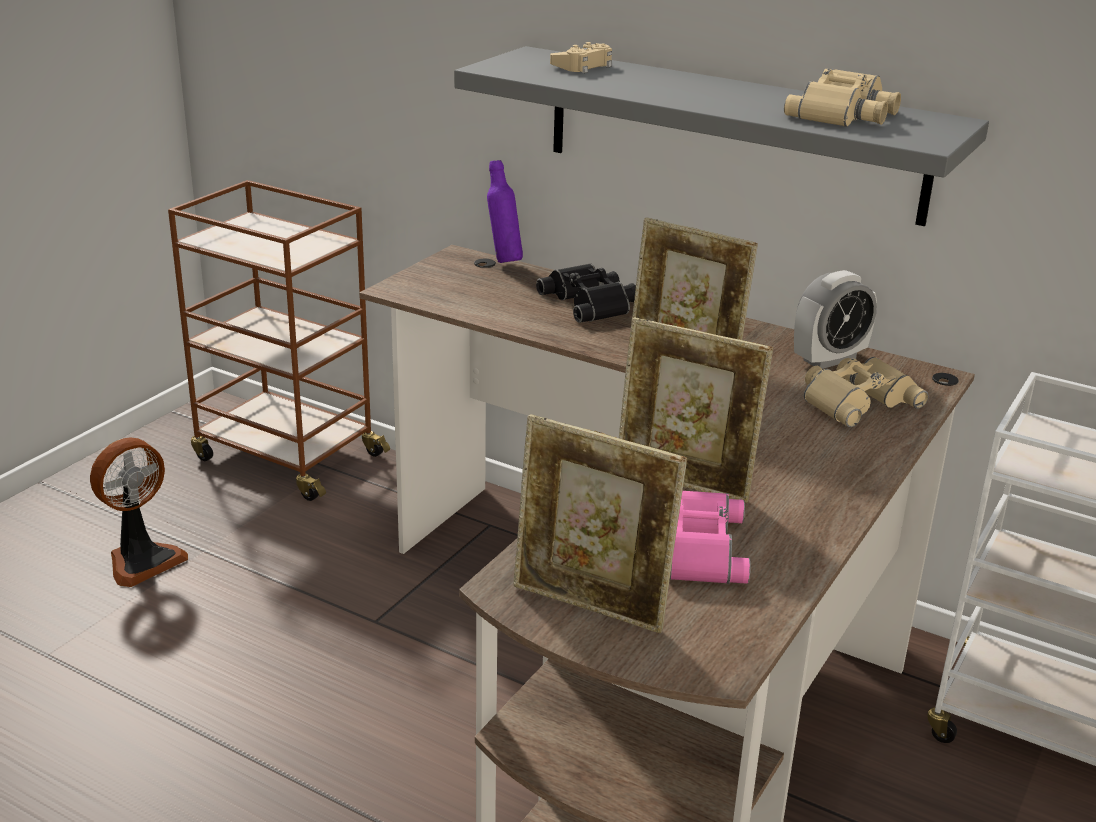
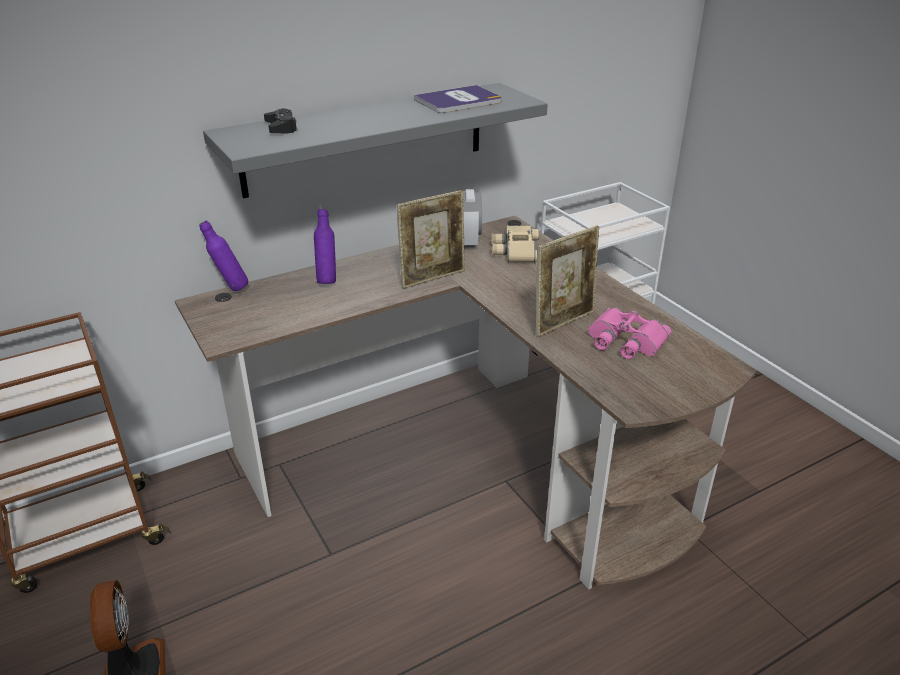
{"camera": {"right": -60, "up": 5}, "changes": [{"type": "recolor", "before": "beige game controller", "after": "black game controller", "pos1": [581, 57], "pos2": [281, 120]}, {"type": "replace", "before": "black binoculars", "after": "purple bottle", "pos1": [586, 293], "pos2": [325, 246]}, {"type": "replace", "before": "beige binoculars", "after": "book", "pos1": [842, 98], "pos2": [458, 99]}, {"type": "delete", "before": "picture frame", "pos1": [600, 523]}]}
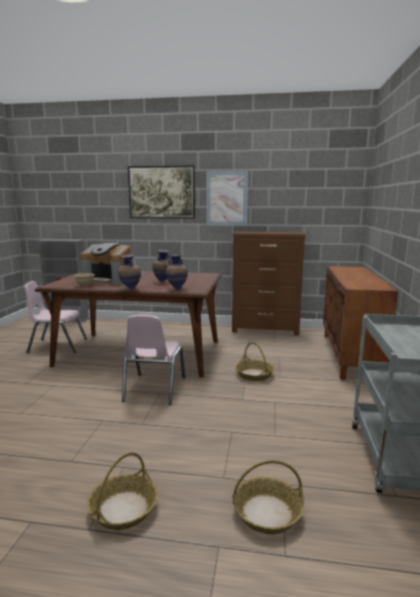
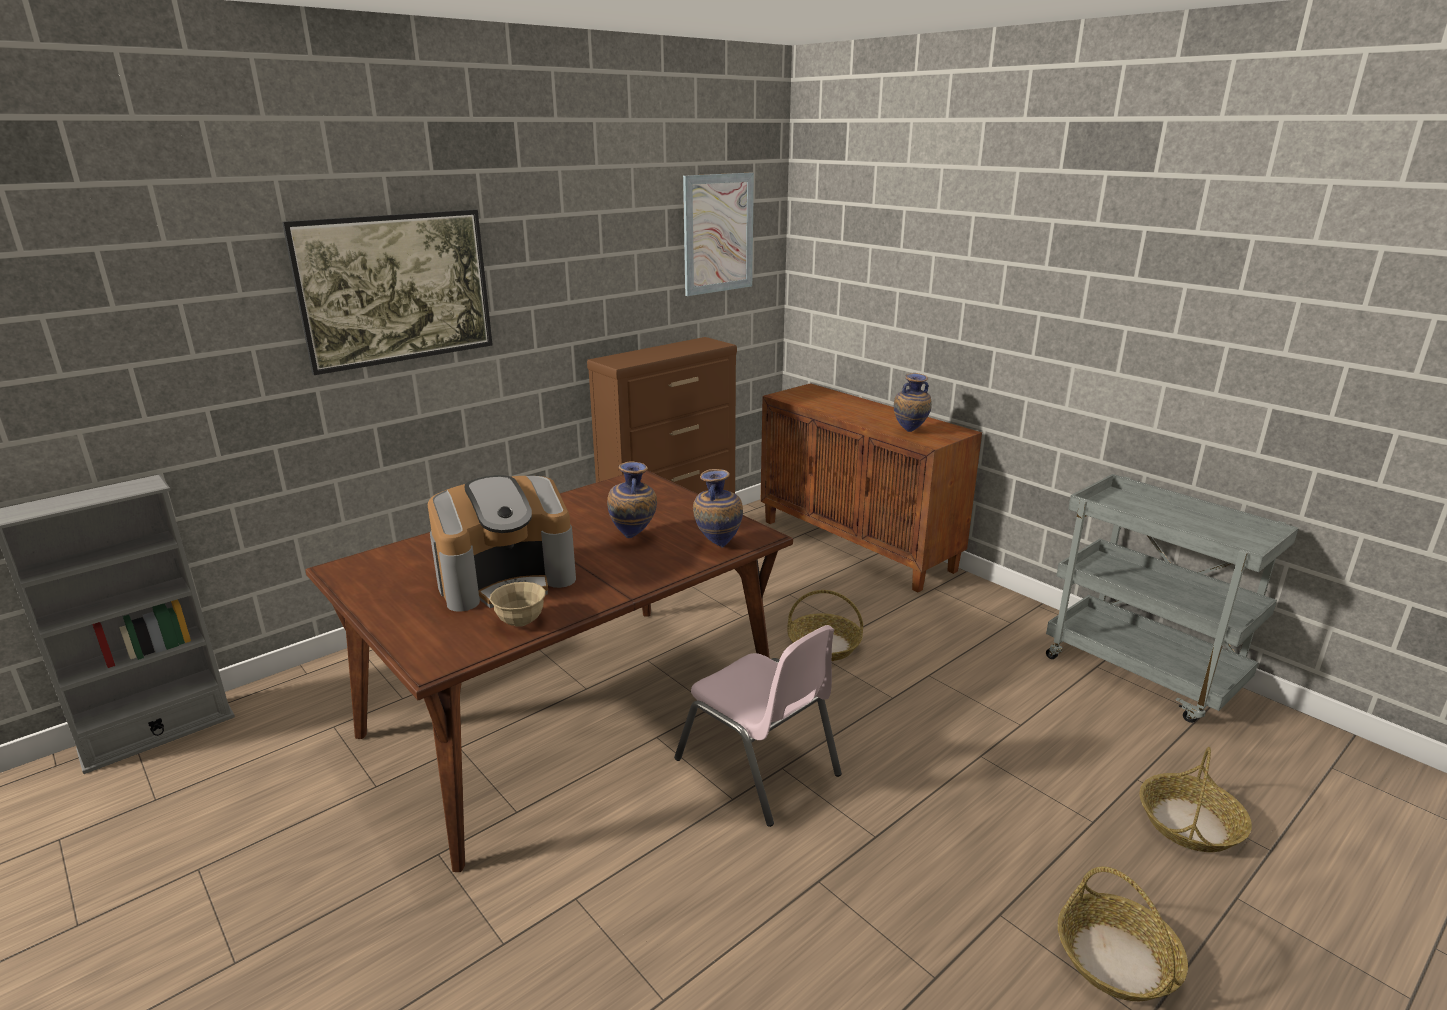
{"camera": {"right": -50, "up": 10}, "changes": [{"type": "move", "before": "picture", "pos1": [227, 198], "pos2": [718, 234]}, {"type": "move", "before": "vase", "pos1": [129, 272], "pos2": [913, 402]}, {"type": "delete", "before": "pink chair", "pos1": [55, 317]}]}
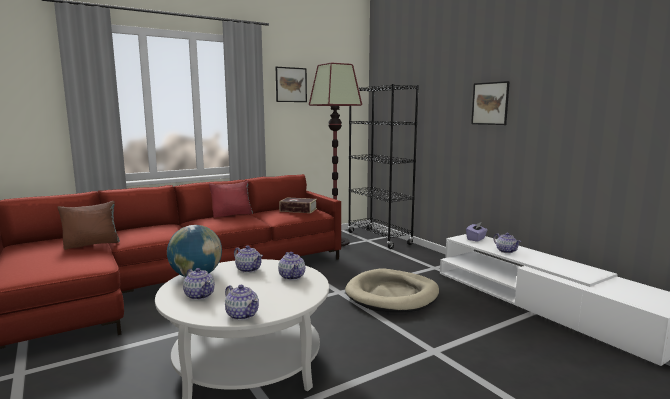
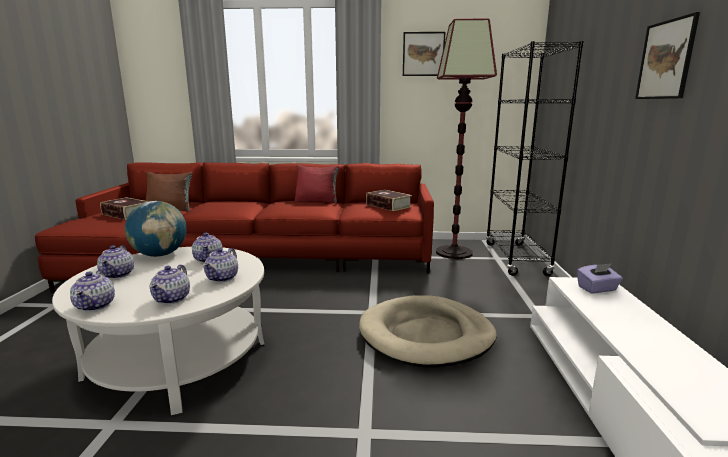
{"camera": {"right": 35, "up": 5}, "changes": [{"type": "insert", "after": "book", "pos2": [124, 208]}, {"type": "move", "before": "teapot", "pos1": [507, 243], "pos2": [169, 284]}]}
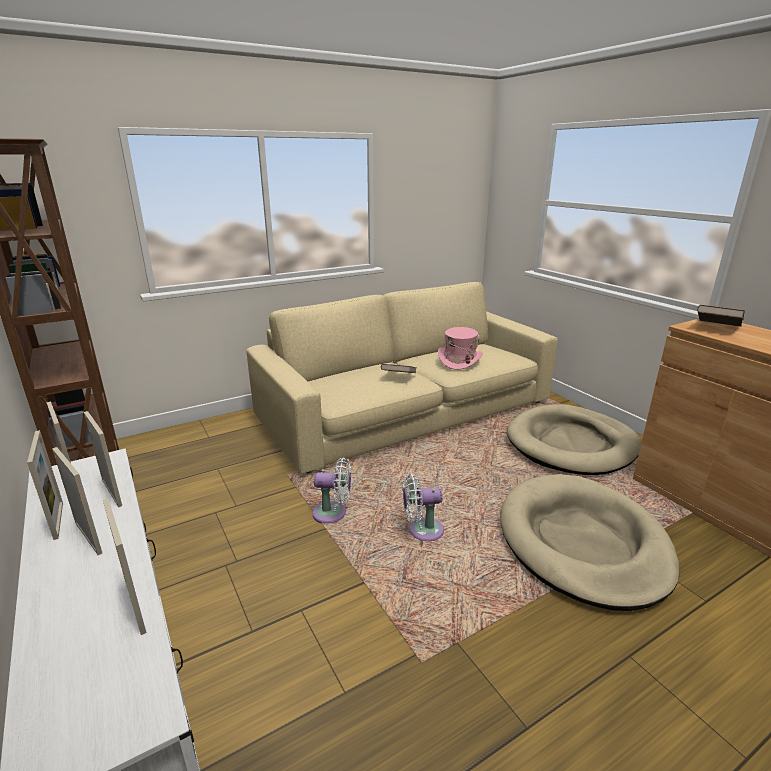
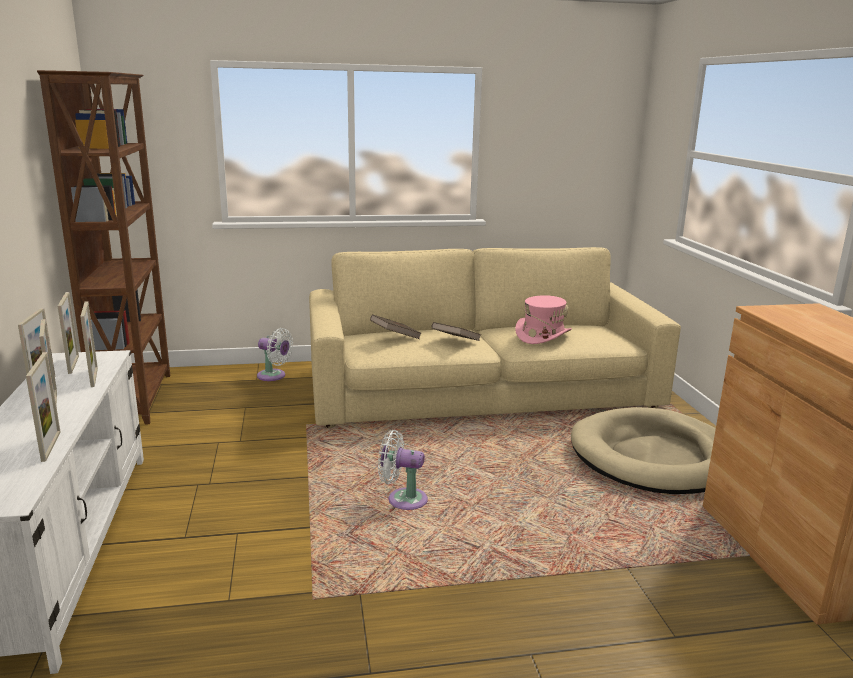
{"camera": {"right": 20, "up": -5}, "changes": [{"type": "move", "before": "white fan", "pos1": [332, 490], "pos2": [275, 354]}, {"type": "move", "before": "brown book", "pos1": [721, 316], "pos2": [396, 326]}, {"type": "delete", "before": "beige dog bed", "pos1": [589, 542]}]}
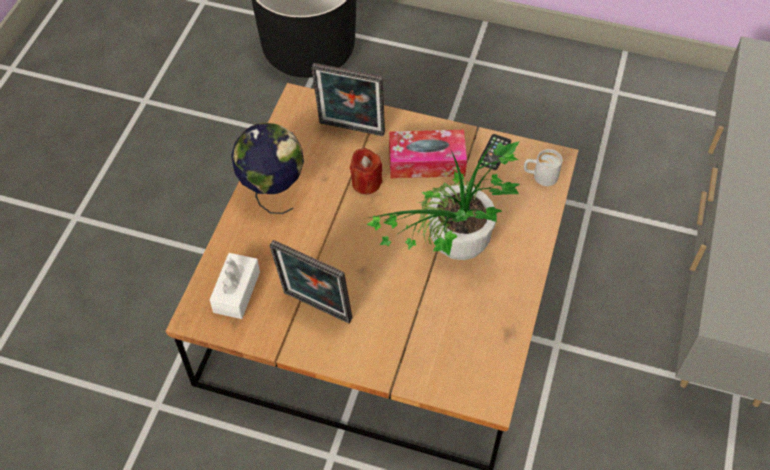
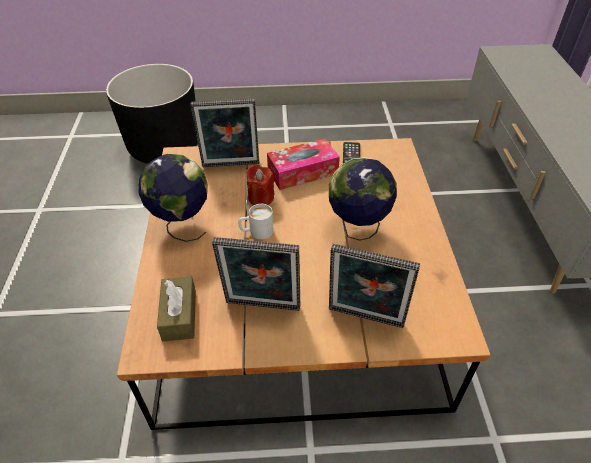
{"camera": {"right": -20, "up": -10}, "changes": [{"type": "recolor", "before": "white tissue box", "after": "brown tissue box", "pos1": [235, 286], "pos2": [176, 309]}, {"type": "move", "before": "white mug", "pos1": [543, 167], "pos2": [255, 221]}, {"type": "replace", "before": "potted plant", "after": "globe", "pos1": [443, 200], "pos2": [363, 199]}, {"type": "insert", "after": "picture frame", "pos2": [374, 286]}]}
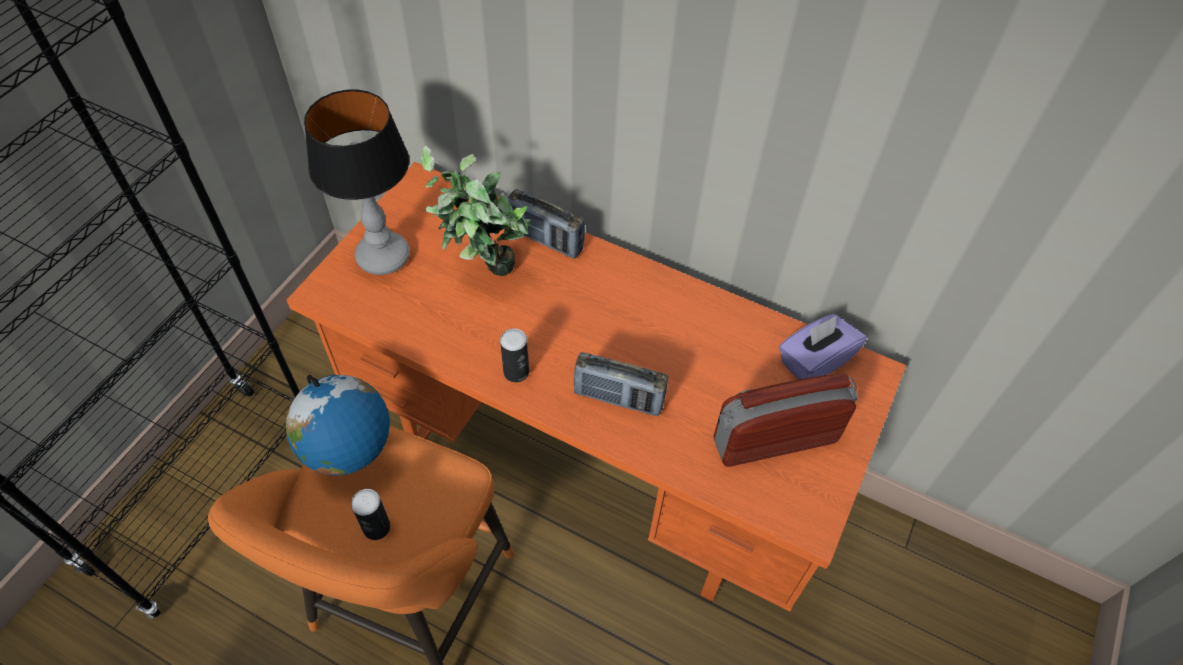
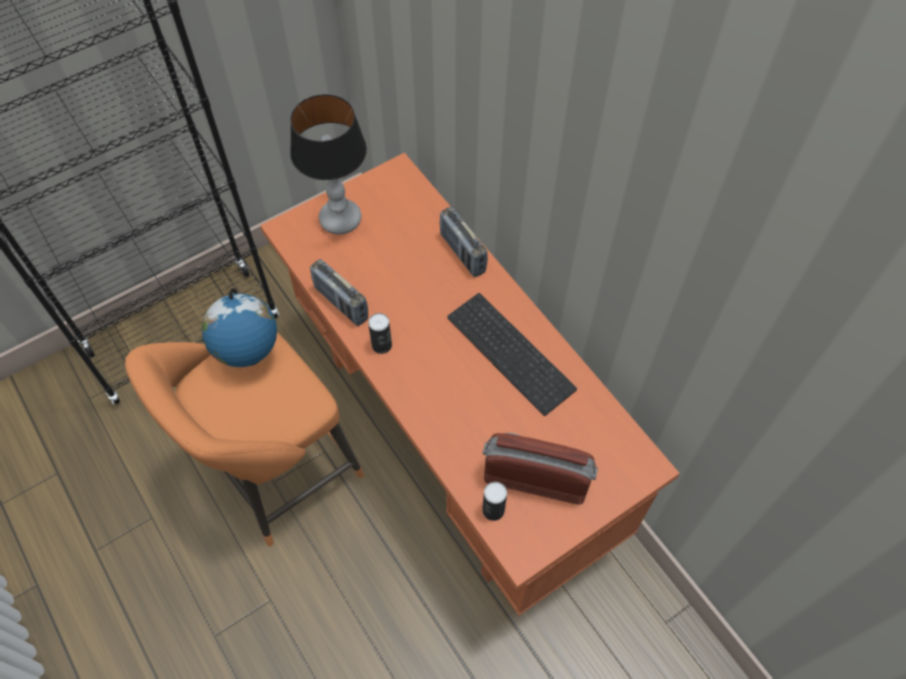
{"camera": {"right": 30, "up": 5}, "changes": [{"type": "move", "before": "radio", "pos1": [621, 384], "pos2": [339, 292]}, {"type": "insert", "after": "keyboard", "pos2": [512, 354]}, {"type": "move", "before": "can", "pos1": [370, 514], "pos2": [494, 501]}, {"type": "delete", "before": "potted plant", "pos1": [476, 211]}, {"type": "delete", "before": "purple tissue box", "pos1": [823, 347]}]}
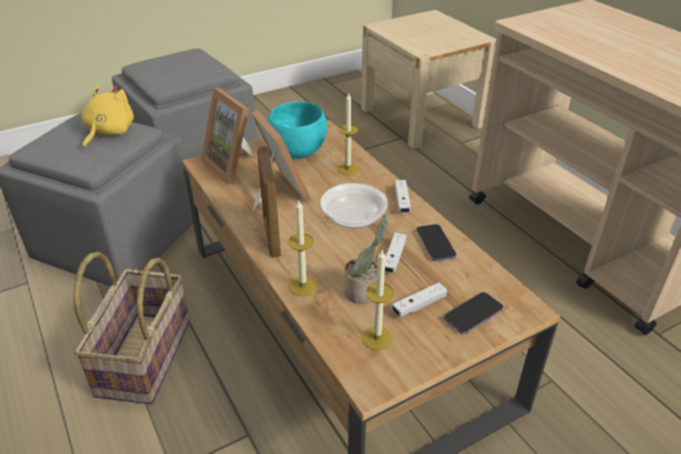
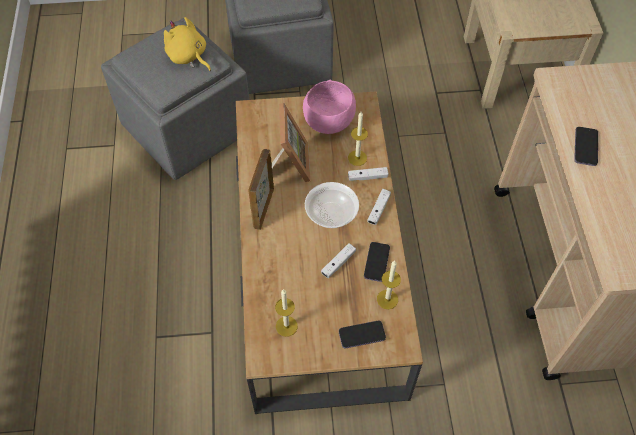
{"camera": {"right": 25, "up": 20}, "changes": [{"type": "rotate", "before": "yellow plush toy", "pos1": [108, 117], "pos2": [187, 44], "turn": -90}, {"type": "recolor", "before": "turquoise bowl", "after": "pink bowl", "pos1": [297, 130], "pos2": [329, 107]}, {"type": "move", "before": "white game controller", "pos1": [419, 300], "pos2": [368, 174]}, {"type": "move", "before": "candle", "pos1": [302, 248], "pos2": [389, 285]}, {"type": "insert", "after": "phone", "pos2": [586, 146]}, {"type": "delete", "before": "basket", "pos1": [131, 328]}, {"type": "delete", "before": "picture frame", "pos1": [227, 136]}, {"type": "delete", "before": "potted plant", "pos1": [366, 259]}]}
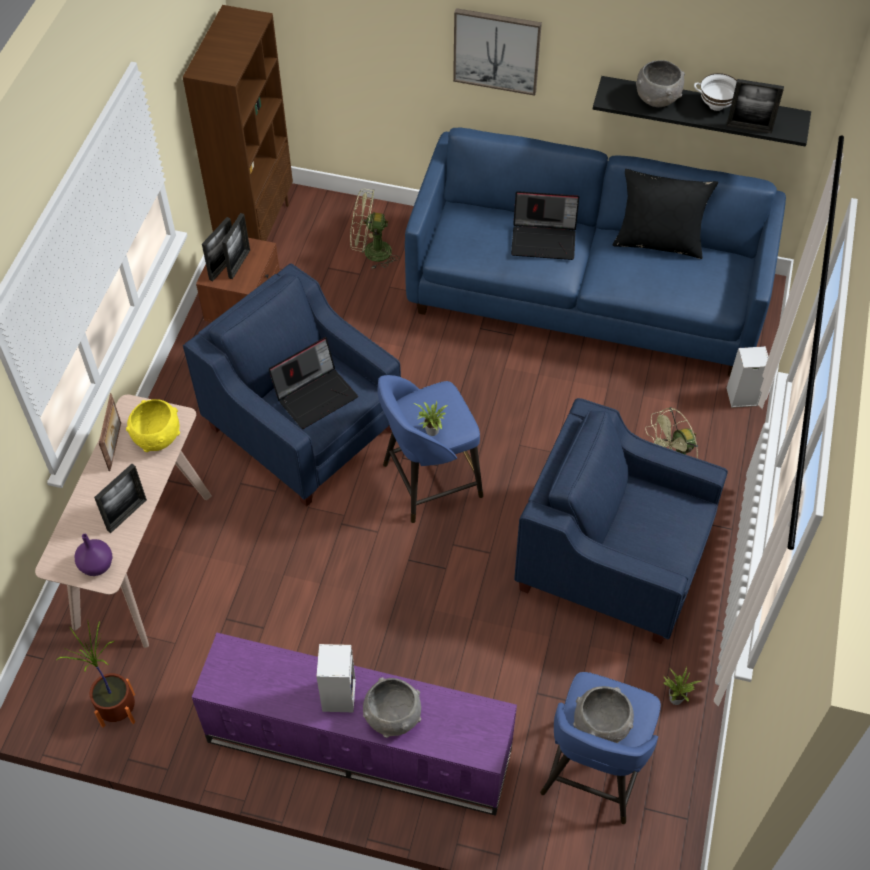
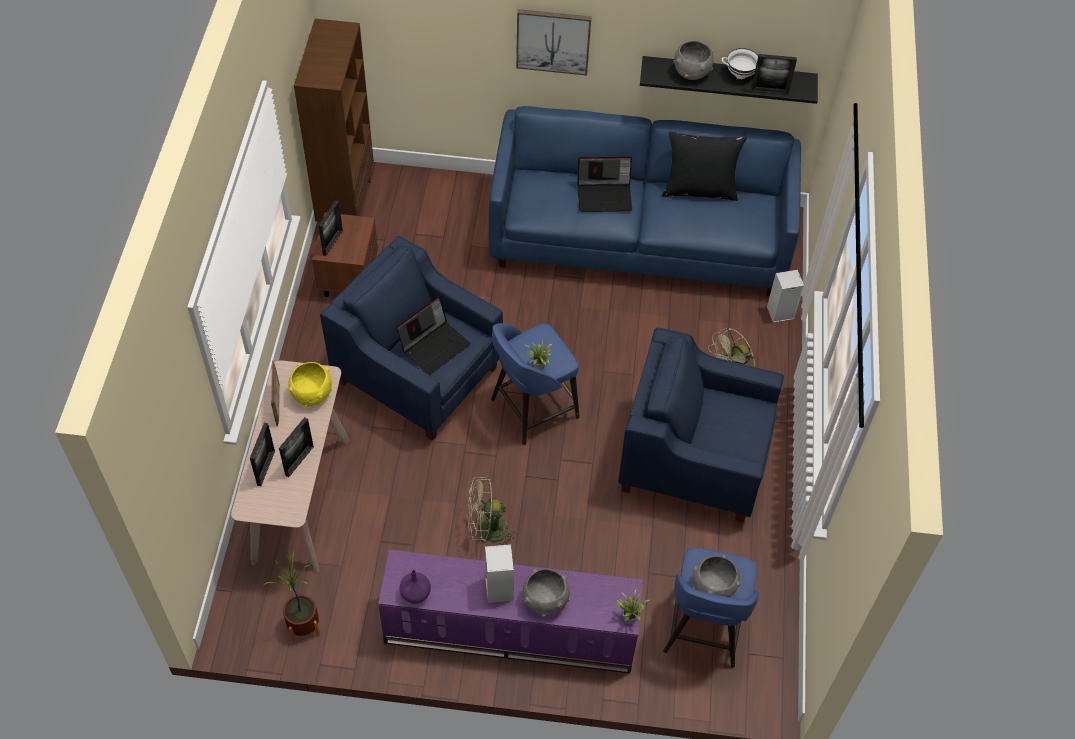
{"camera": {"right": -10, "up": 0}, "changes": [{"type": "move", "before": "picture frame", "pos1": [236, 246], "pos2": [262, 454]}, {"type": "move", "before": "purple vase", "pos1": [93, 555], "pos2": [415, 587]}, {"type": "move", "before": "green fan", "pos1": [375, 229], "pos2": [492, 511]}, {"type": "move", "before": "potted plant", "pos1": [682, 686], "pos2": [632, 606]}]}
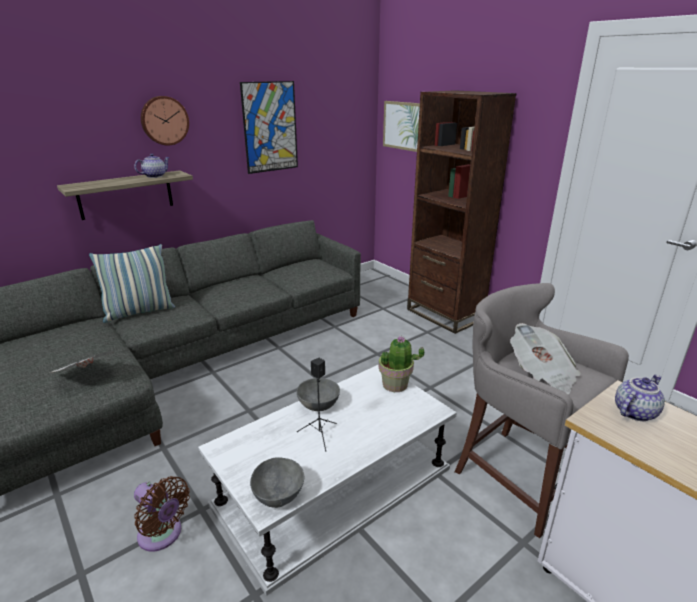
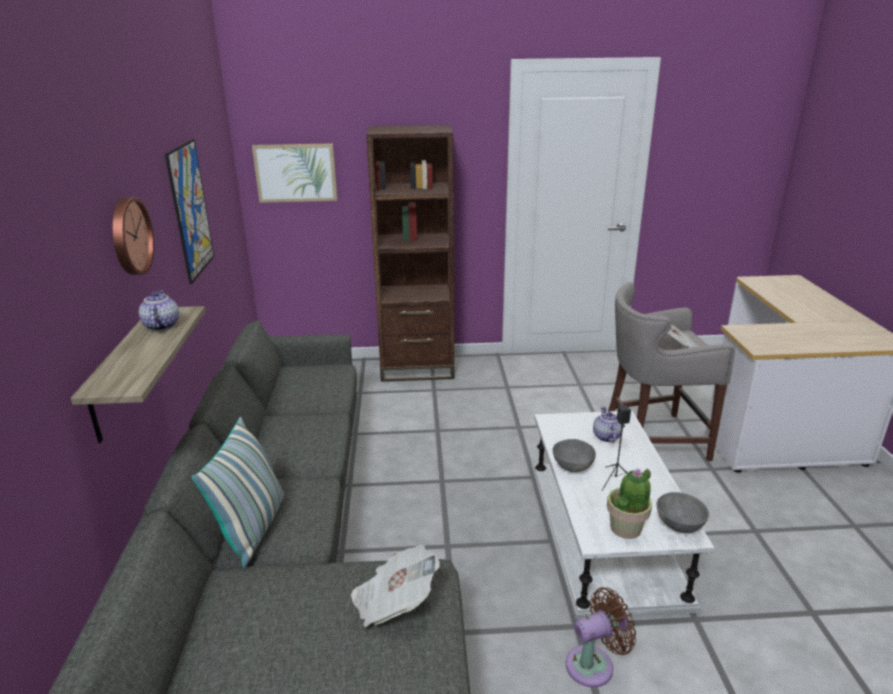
{"camera": {"right": -55, "up": 0}, "changes": [{"type": "move", "before": "teapot", "pos1": [640, 398], "pos2": [607, 425]}, {"type": "move", "before": "potted plant", "pos1": [402, 364], "pos2": [629, 503]}]}
